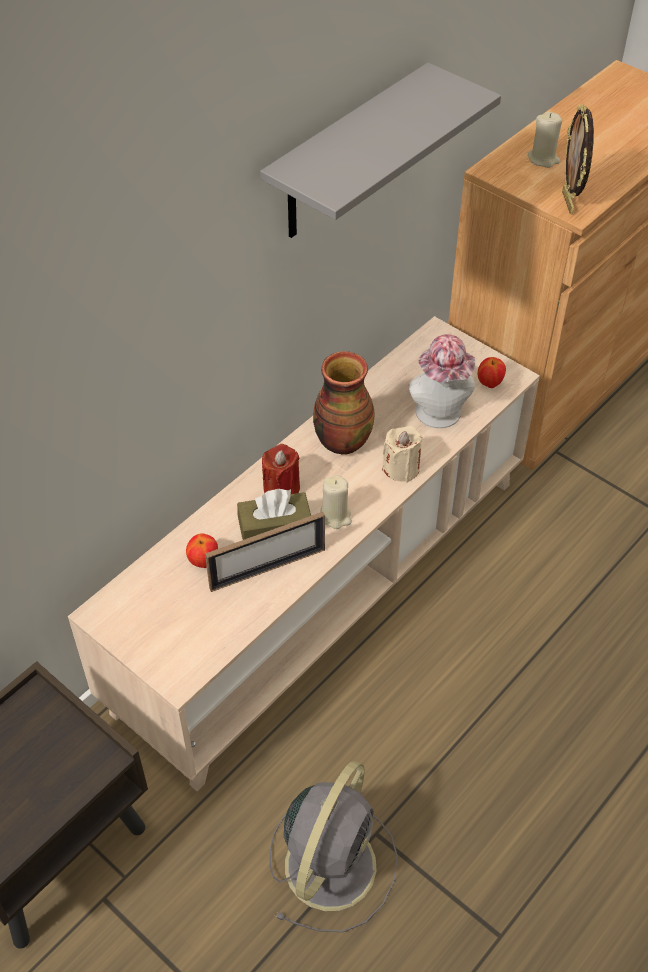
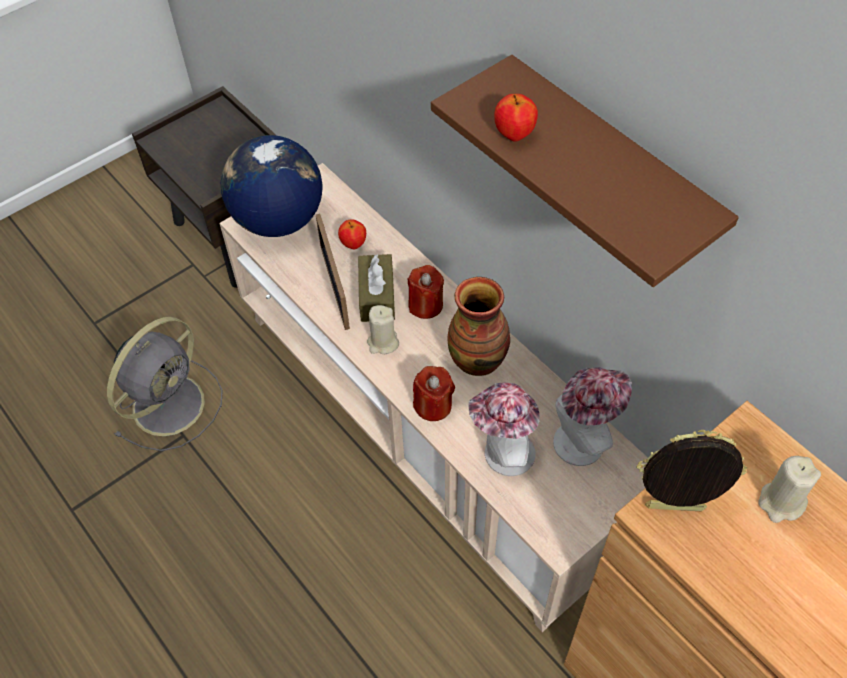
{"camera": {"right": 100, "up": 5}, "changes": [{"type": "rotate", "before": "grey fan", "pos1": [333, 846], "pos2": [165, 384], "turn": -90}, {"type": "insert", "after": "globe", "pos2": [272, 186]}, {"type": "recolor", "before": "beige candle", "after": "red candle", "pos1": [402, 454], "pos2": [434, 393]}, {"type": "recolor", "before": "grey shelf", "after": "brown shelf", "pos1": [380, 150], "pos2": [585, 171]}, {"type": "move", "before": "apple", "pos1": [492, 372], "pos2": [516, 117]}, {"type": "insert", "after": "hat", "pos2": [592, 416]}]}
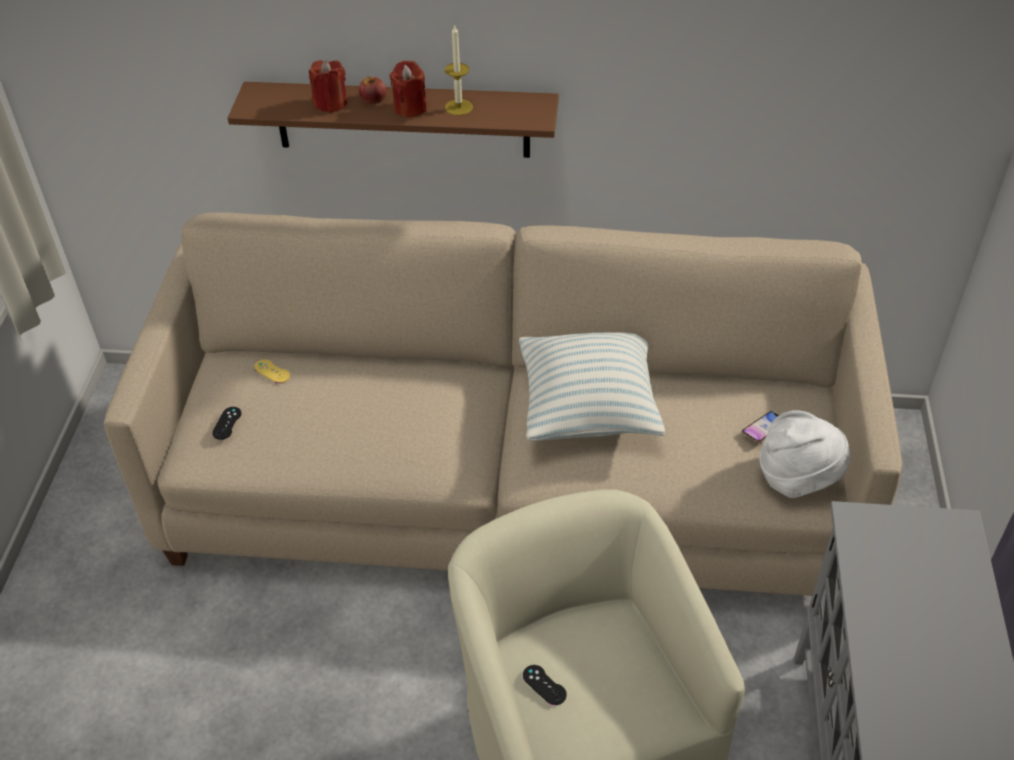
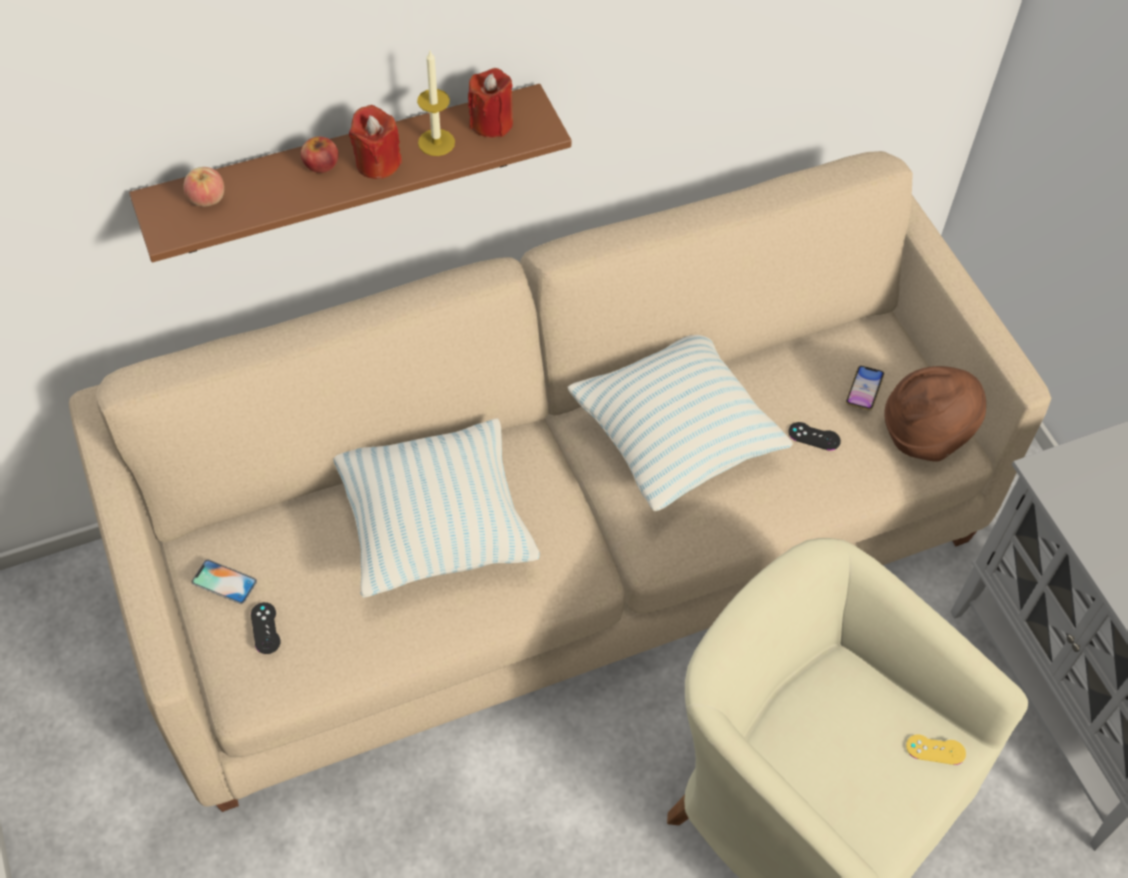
{"camera": {"right": -30, "up": 10}, "changes": [{"type": "insert", "after": "apple", "pos2": [203, 187]}, {"type": "insert", "after": "phone", "pos2": [224, 581]}, {"type": "insert", "after": "pillow", "pos2": [437, 508]}, {"type": "move", "before": "red candle", "pos1": [328, 86], "pos2": [490, 103]}, {"type": "move", "before": "black game controller", "pos1": [545, 685], "pos2": [814, 436]}, {"type": "recolor", "before": "white hat", "after": "brown hat", "pos1": [804, 454], "pos2": [935, 414]}, {"type": "move", "before": "yellow game controller", "pos1": [272, 371], "pos2": [936, 750]}]}
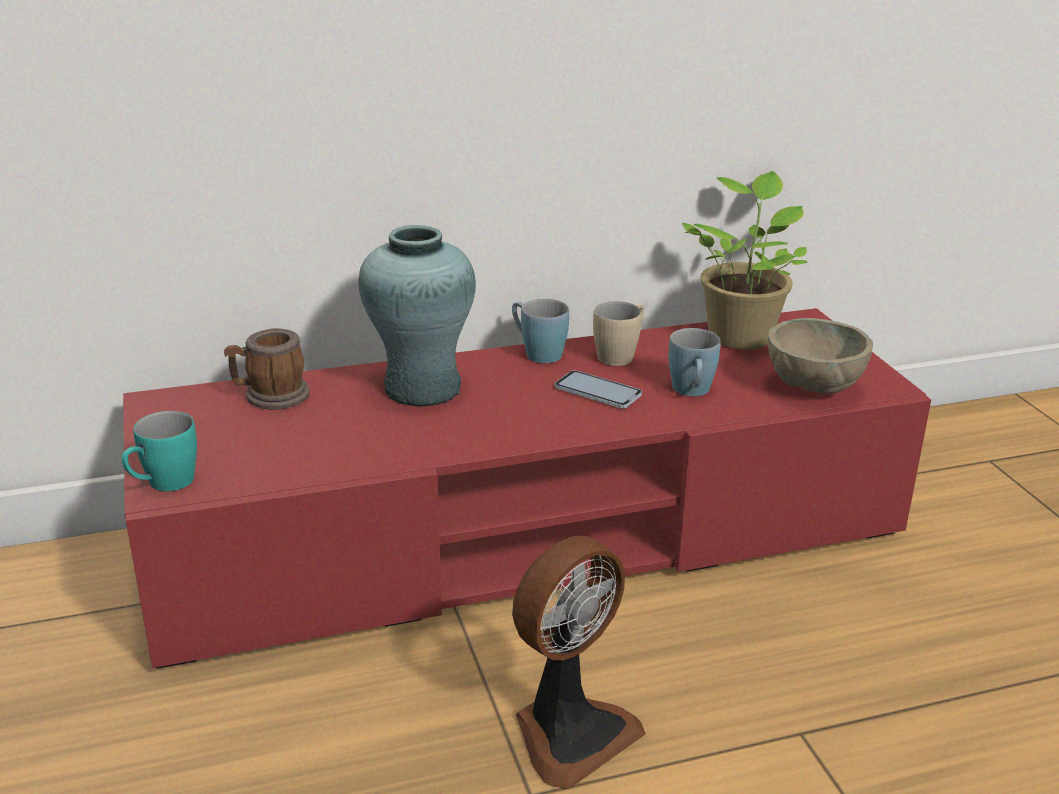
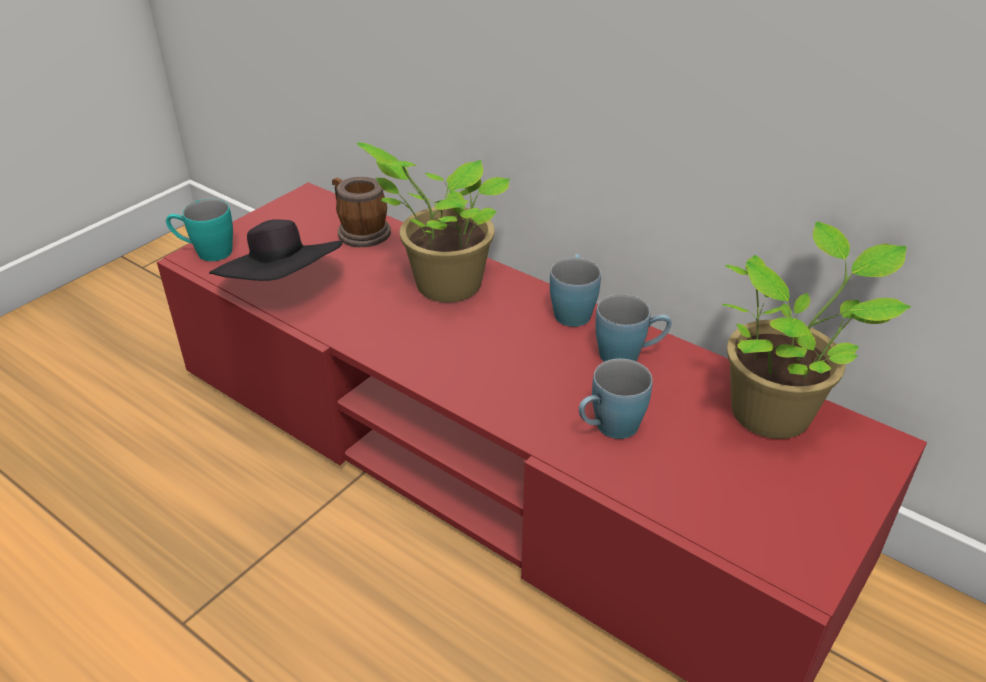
{"camera": {"right": 55, "up": 10}, "changes": [{"type": "insert", "after": "black hat", "pos2": [275, 250]}, {"type": "replace", "before": "turquoise vase", "after": "potted plant", "pos1": [417, 315], "pos2": [433, 222]}, {"type": "recolor", "before": "beige mug", "after": "blue mug", "pos1": [618, 333], "pos2": [633, 328]}, {"type": "delete", "before": "fan", "pos1": [579, 663]}, {"type": "delete", "before": "phone", "pos1": [598, 389]}, {"type": "delete", "before": "beige bowl", "pos1": [820, 356]}]}
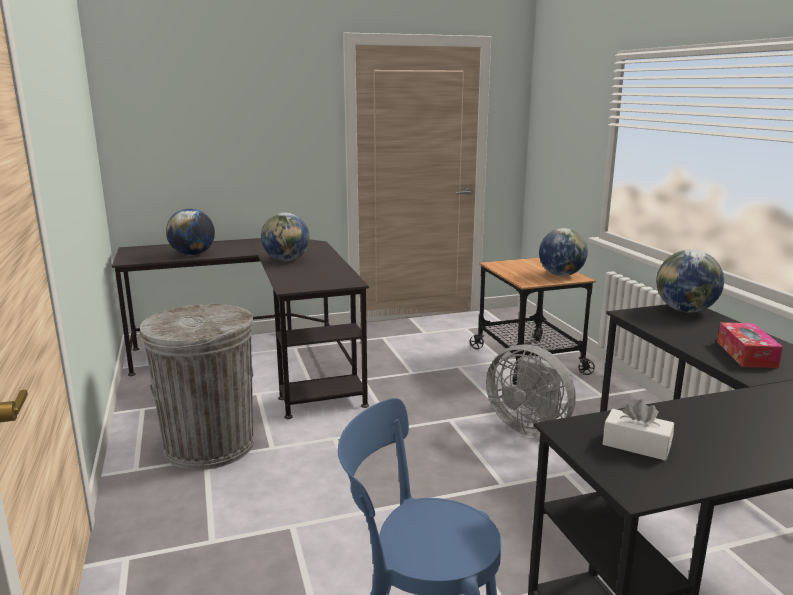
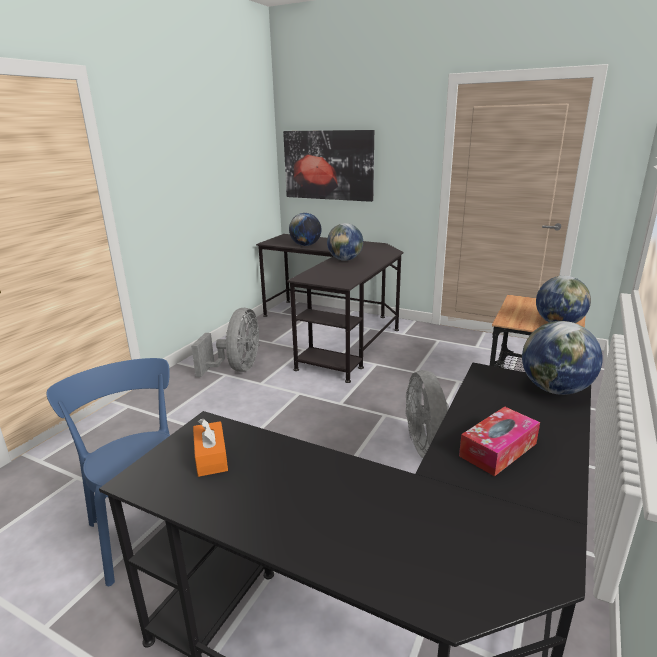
{"camera": {"right": 45, "up": 5}, "changes": [{"type": "replace", "before": "grey trash can", "after": "grey fan", "pos1": [197, 387], "pos2": [225, 342]}, {"type": "recolor", "before": "white tissue box", "after": "orange tissue box", "pos1": [638, 430], "pos2": [210, 448]}, {"type": "insert", "after": "picture", "pos2": [328, 166]}]}
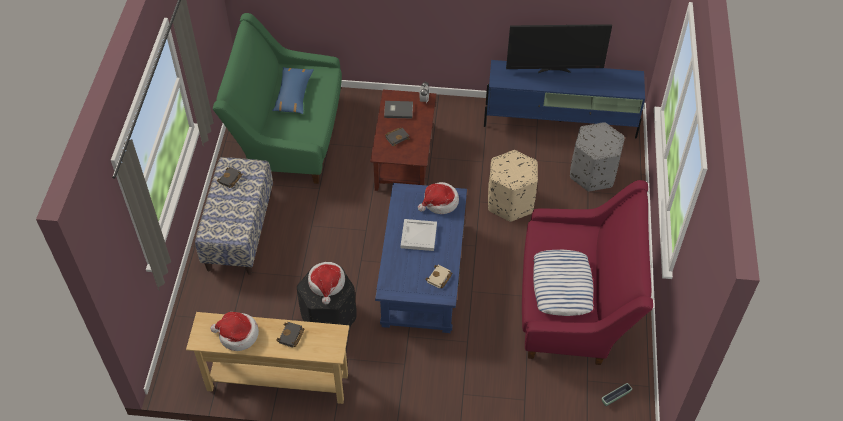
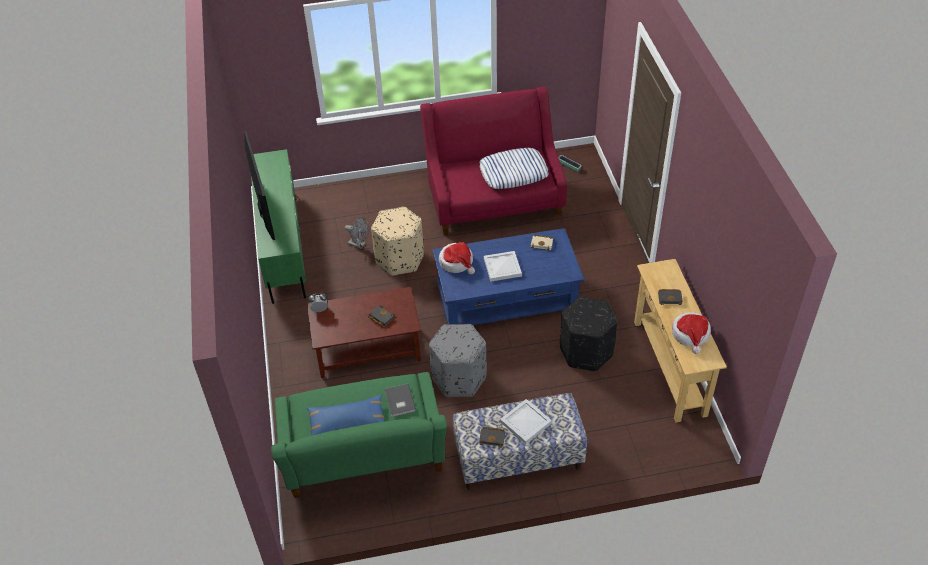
{"camera": {"right": -105, "up": -5}, "changes": [{"type": "recolor", "before": "blue tv stand", "after": "green tv stand", "pos1": [564, 99], "pos2": [278, 226]}, {"type": "insert", "after": "grey fan", "pos2": [357, 233]}, {"type": "move", "before": "grey book", "pos1": [398, 110], "pos2": [400, 400]}, {"type": "move", "before": "grey ottoman", "pos1": [597, 156], "pos2": [458, 360]}, {"type": "insert", "after": "white tray", "pos2": [526, 421]}, {"type": "delete", "before": "hat", "pos1": [326, 283]}]}
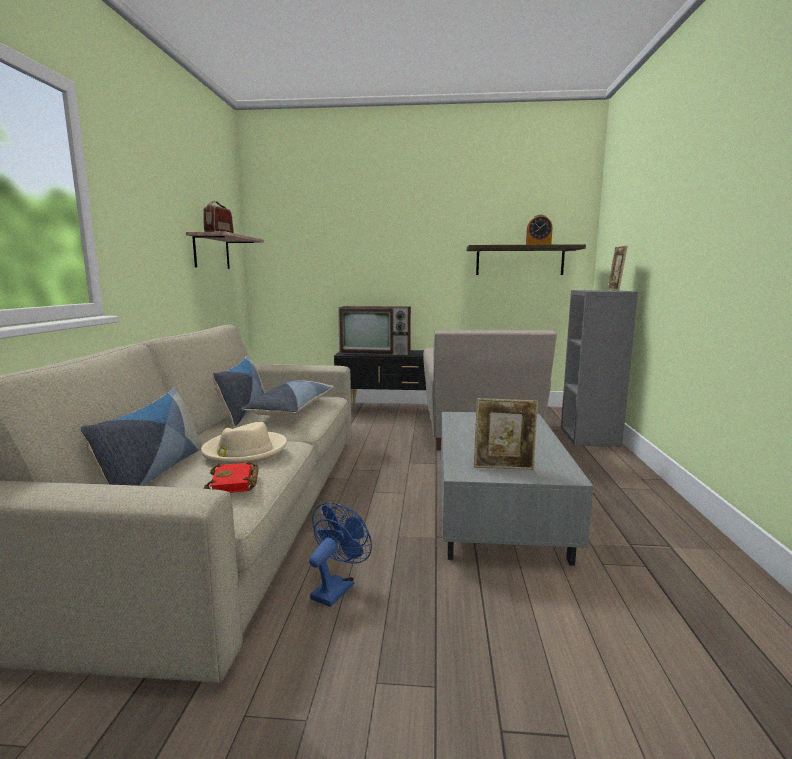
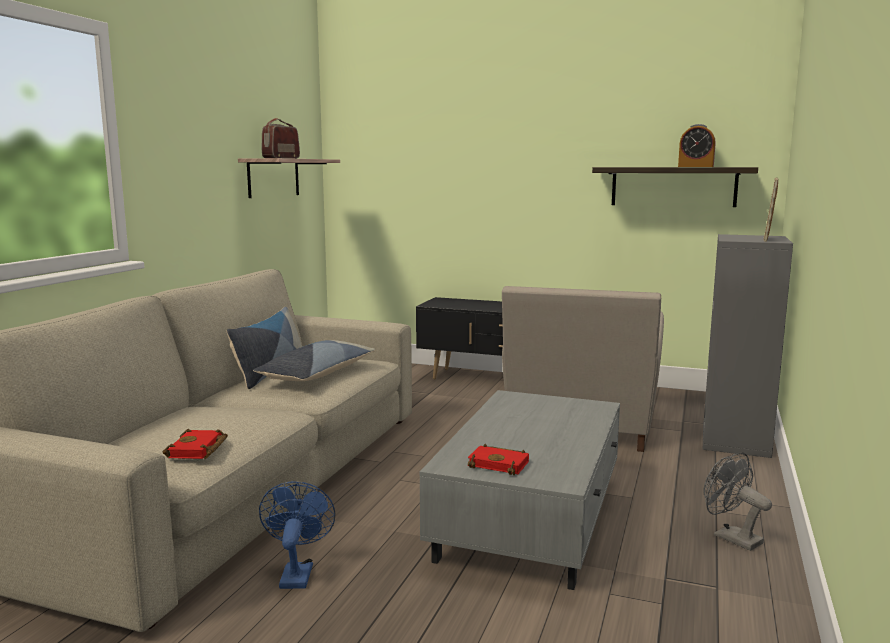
{"camera": {"right": 15, "up": 0}, "changes": [{"type": "rotate", "before": "blue fan", "pos1": [340, 554], "pos2": [297, 535], "turn": -45}, {"type": "replace", "before": "picture frame", "after": "red book", "pos1": [506, 434], "pos2": [498, 459]}, {"type": "insert", "after": "grey fan", "pos2": [737, 501]}, {"type": "delete", "before": "pillow", "pos1": [141, 436]}, {"type": "delete", "before": "beige hat", "pos1": [244, 443]}, {"type": "delete", "before": "television", "pos1": [374, 330]}]}
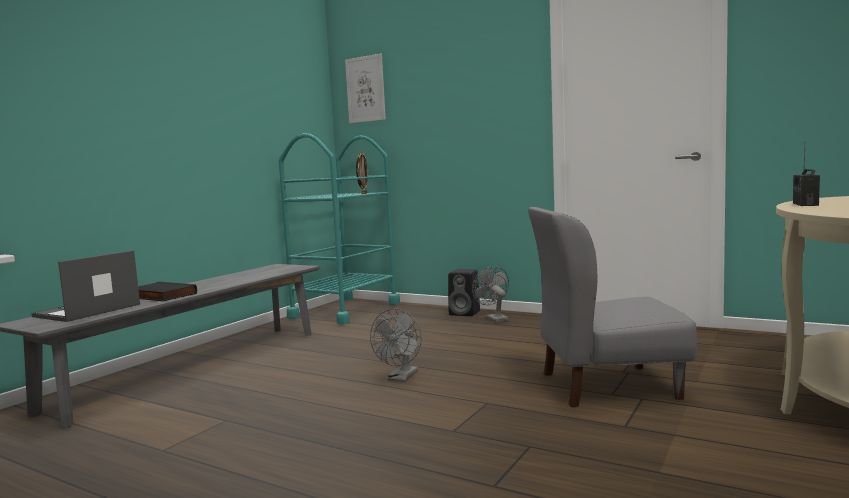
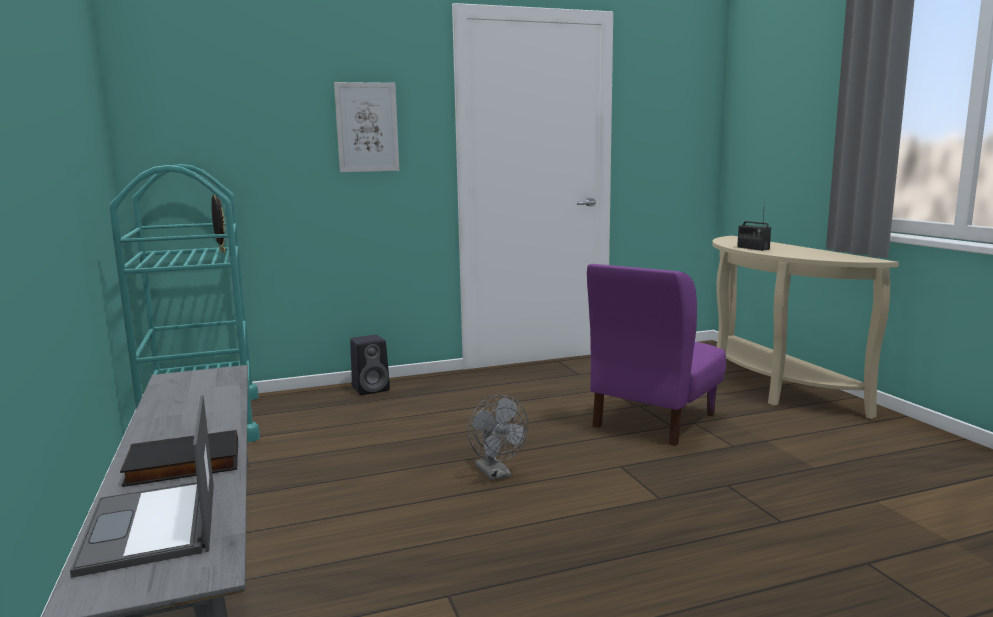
{"camera": {"right": -50, "up": 5}, "changes": [{"type": "move", "before": "picture", "pos1": [365, 88], "pos2": [366, 127]}, {"type": "recolor", "before": "grey chair", "after": "purple chair", "pos1": [612, 307], "pos2": [656, 355]}, {"type": "delete", "before": "grey fan", "pos1": [490, 294]}]}
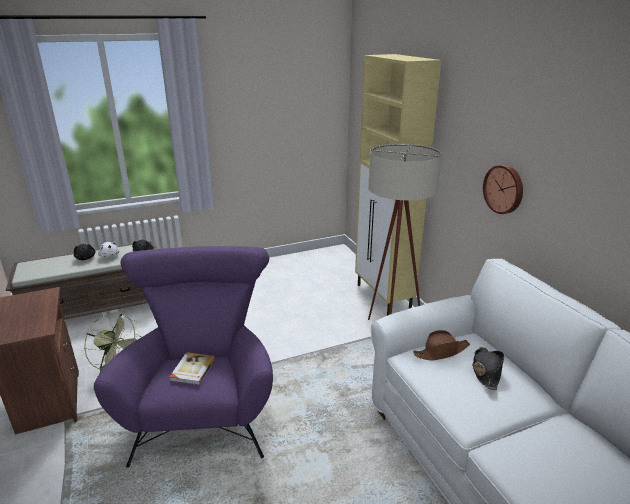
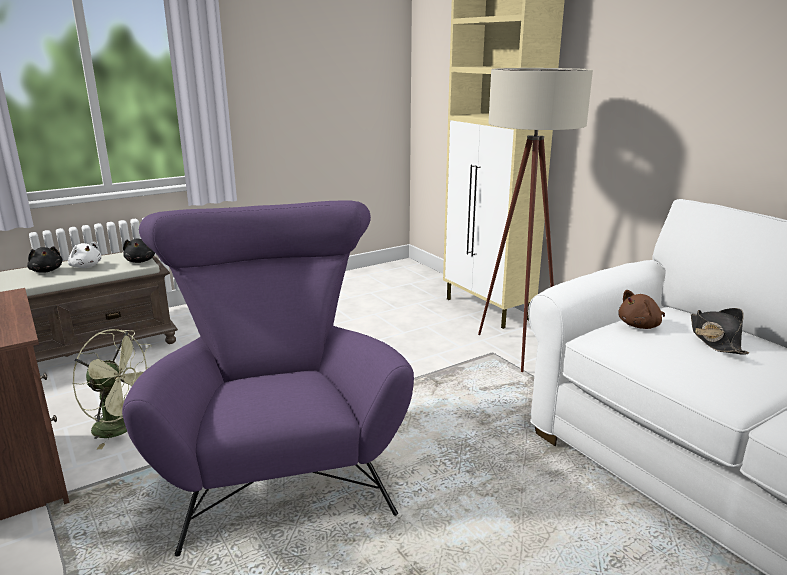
{"camera": {"right": -10, "up": -5}, "changes": [{"type": "replace", "before": "brown hat", "after": "brown plush toy", "pos1": [441, 345], "pos2": [641, 309]}, {"type": "delete", "before": "book", "pos1": [192, 368]}, {"type": "delete", "before": "wall clock", "pos1": [503, 189]}]}
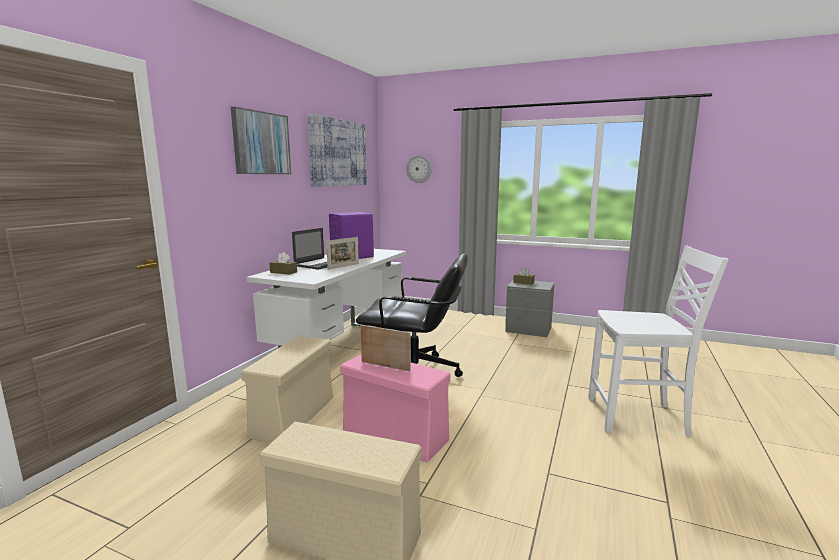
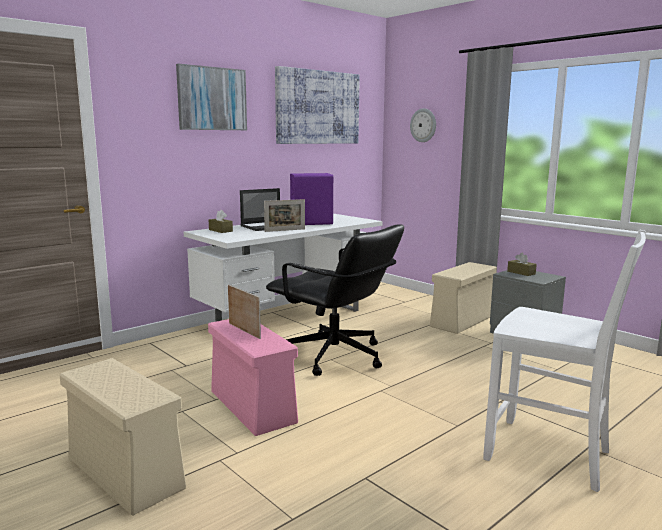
{"camera": {"right": 25, "up": 0}, "changes": [{"type": "move", "before": "beige storage box", "pos1": [287, 389], "pos2": [463, 298]}]}
